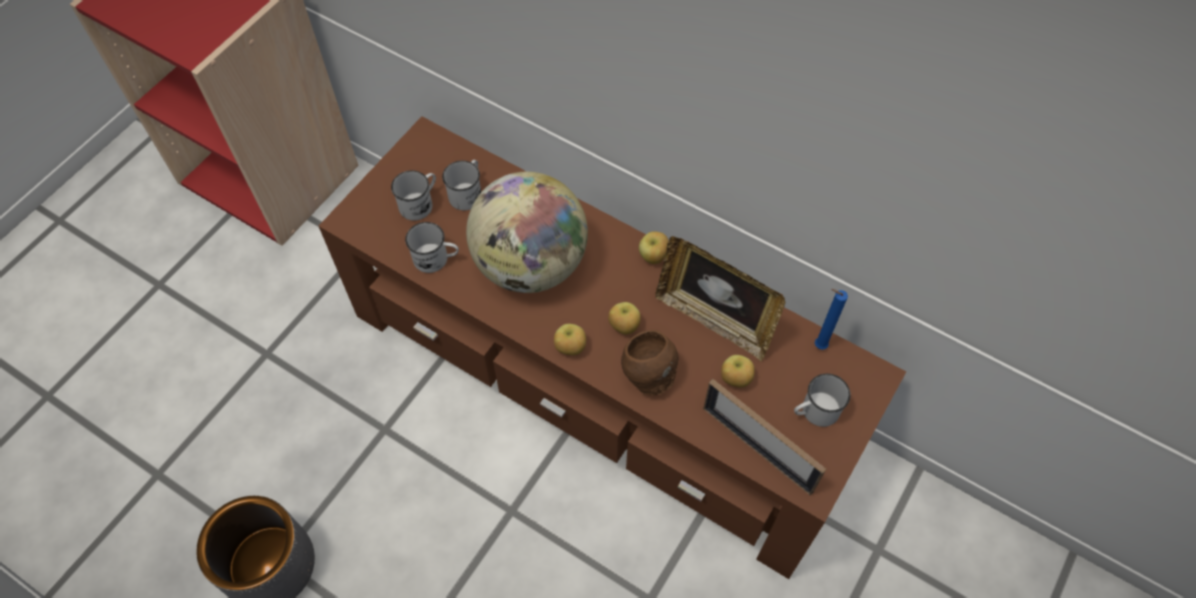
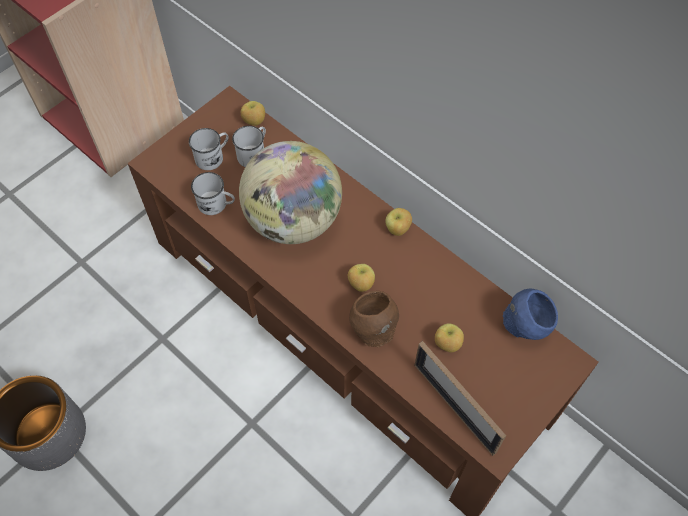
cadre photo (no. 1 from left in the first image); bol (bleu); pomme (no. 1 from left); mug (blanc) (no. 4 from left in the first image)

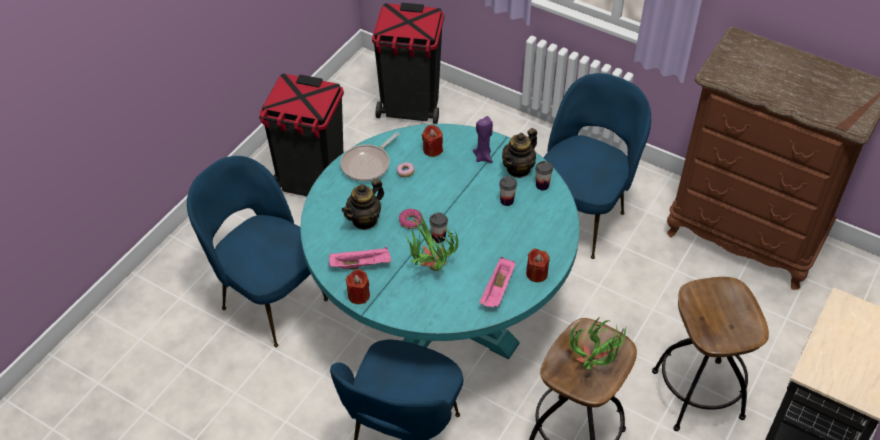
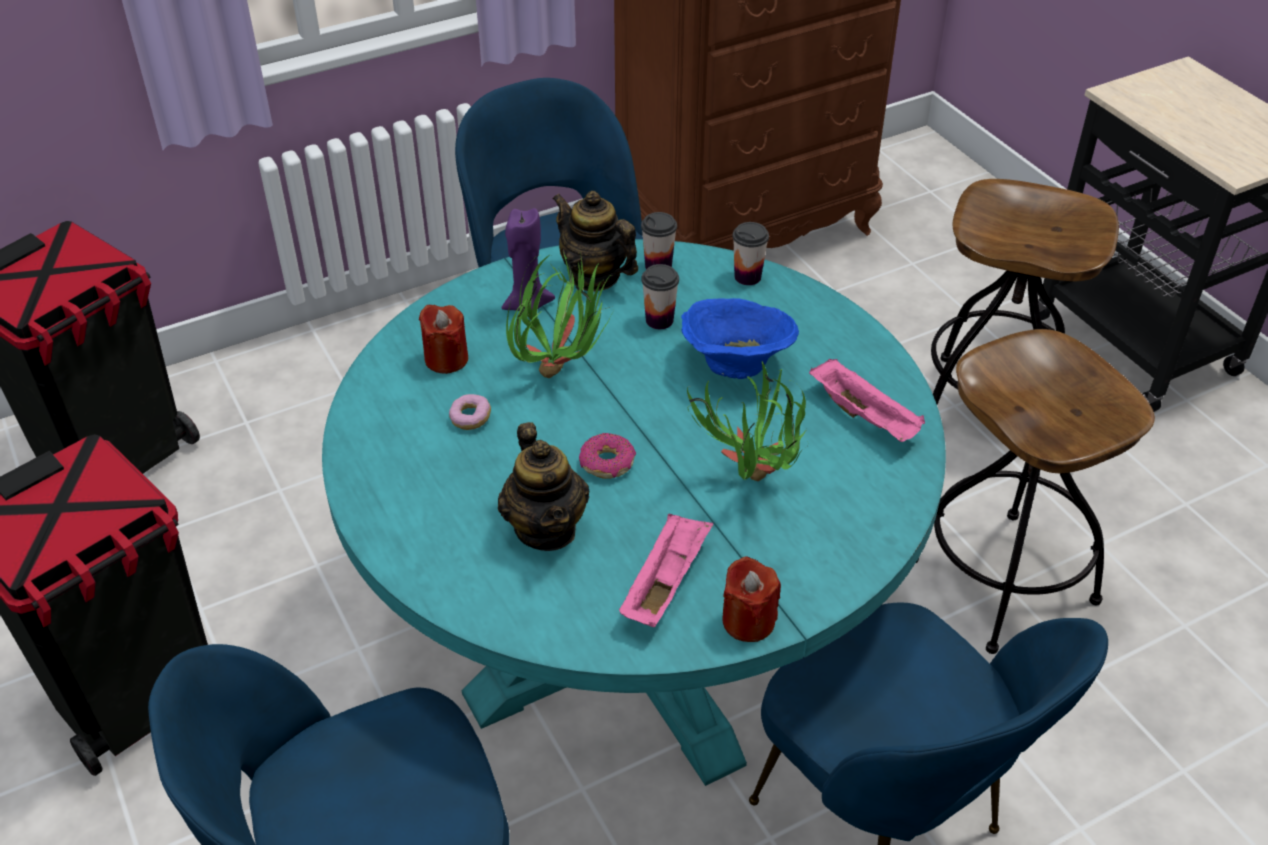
théière (no. 2 from left); poêle; tasse (no. 3 from left); bougie (rouge) (no. 3 from left in the first image); plante en pot (no. 1 from left); bol (bleu)

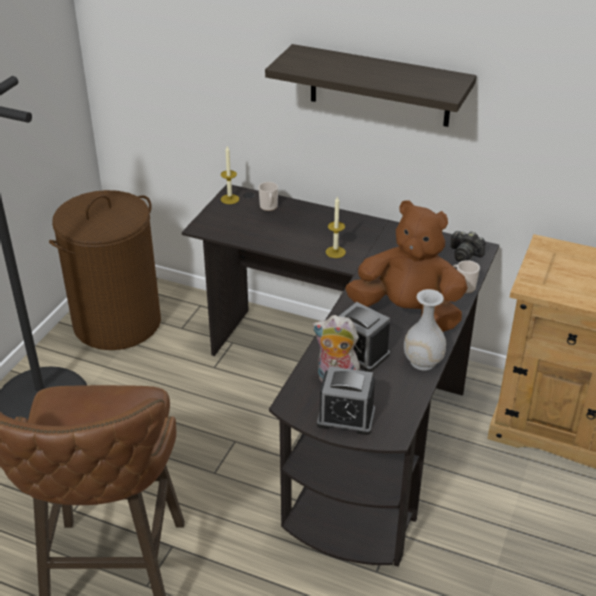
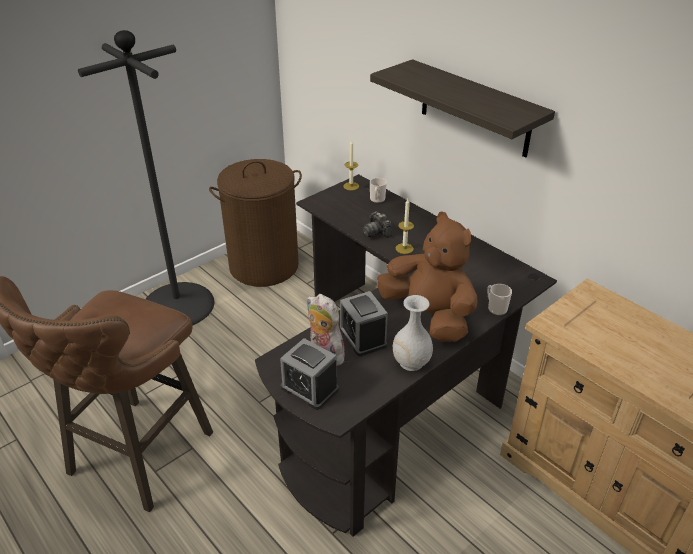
appareil photo

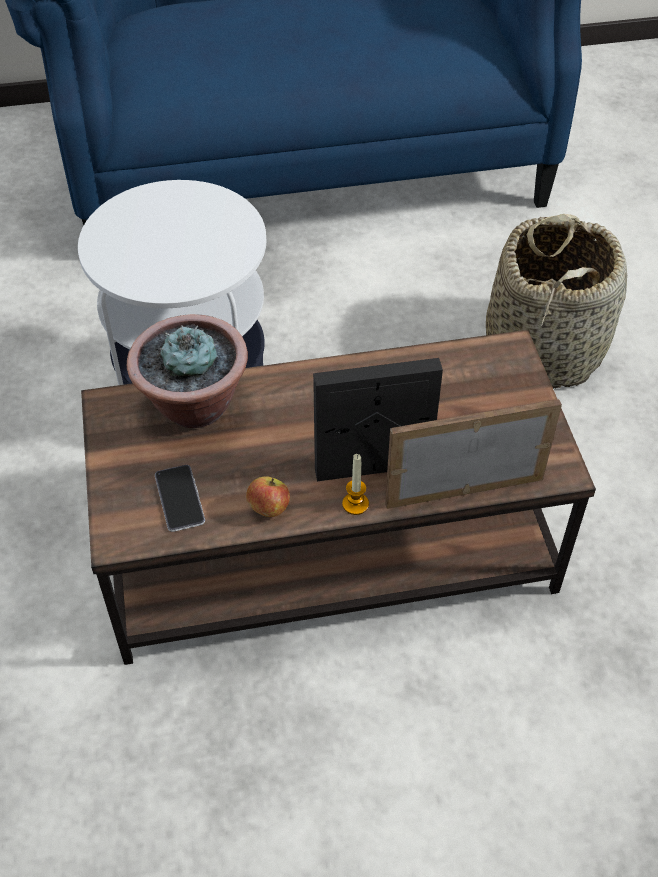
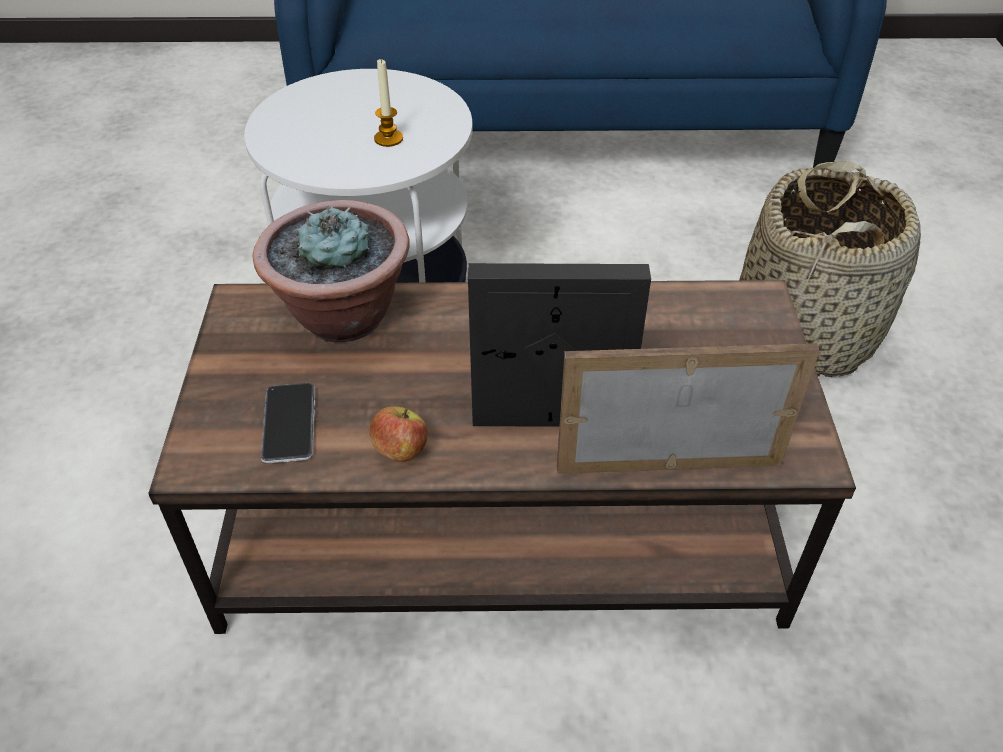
bougie

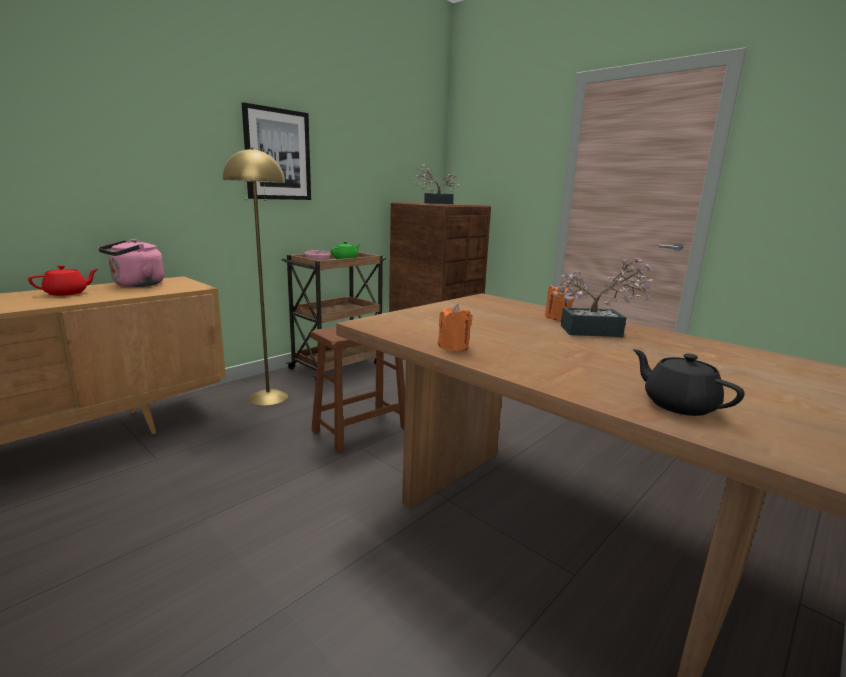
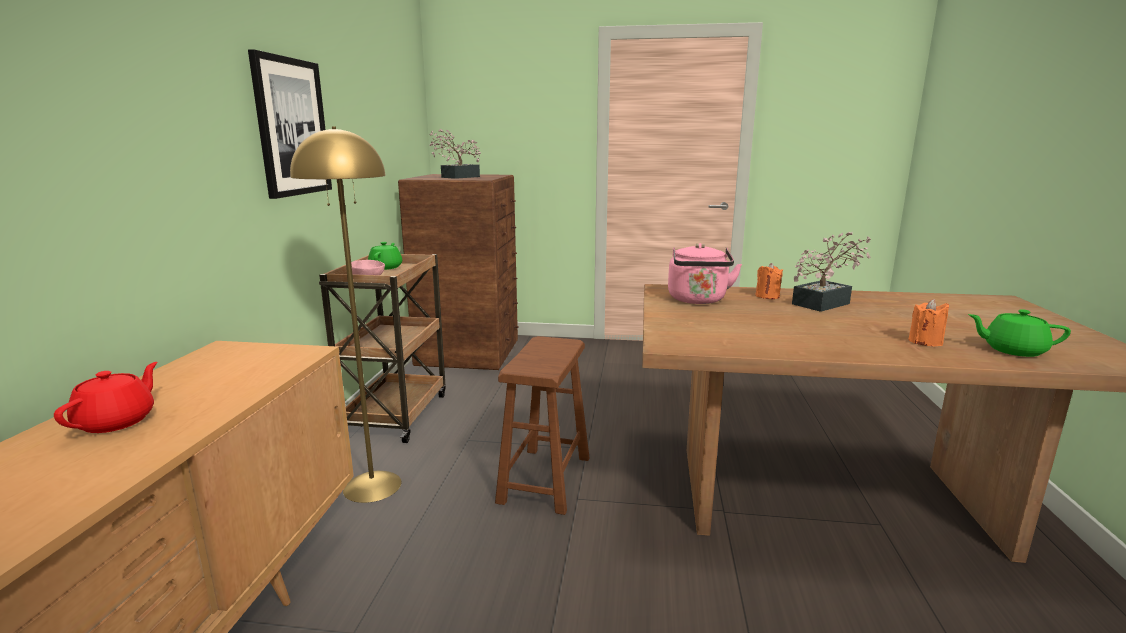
bouilloire (rose); bougie (orange) (no. 2 from left); théière (vert) (no. 2 from left)

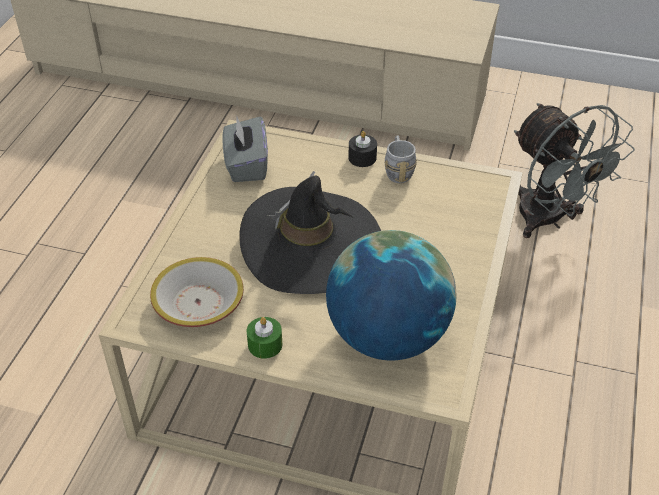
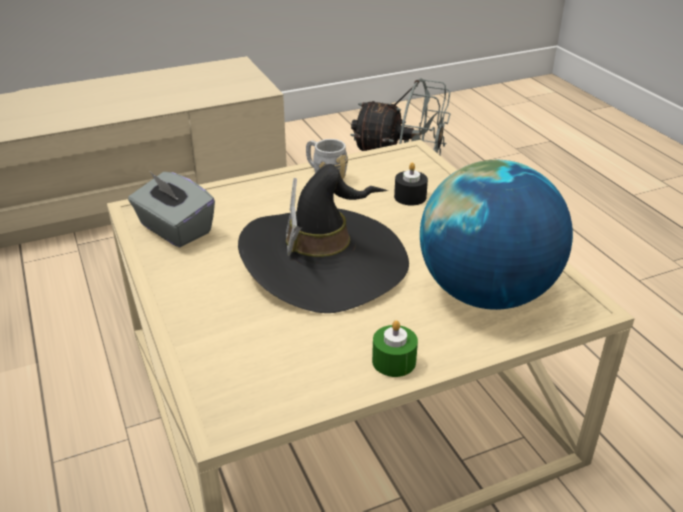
bougie (noir); bol

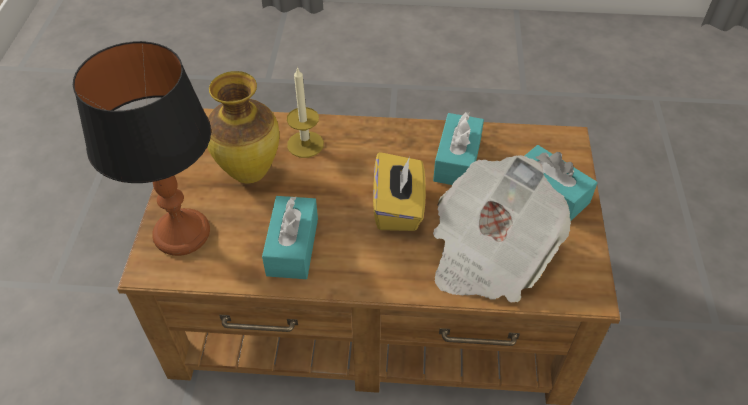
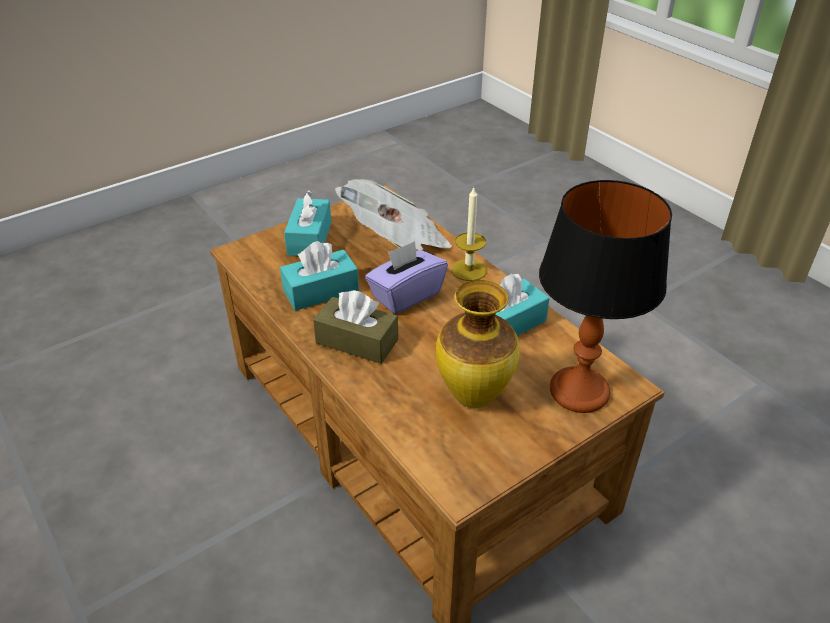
bougie; boîte à mouchoirs (violet); boîte à mouchoirs (marron)

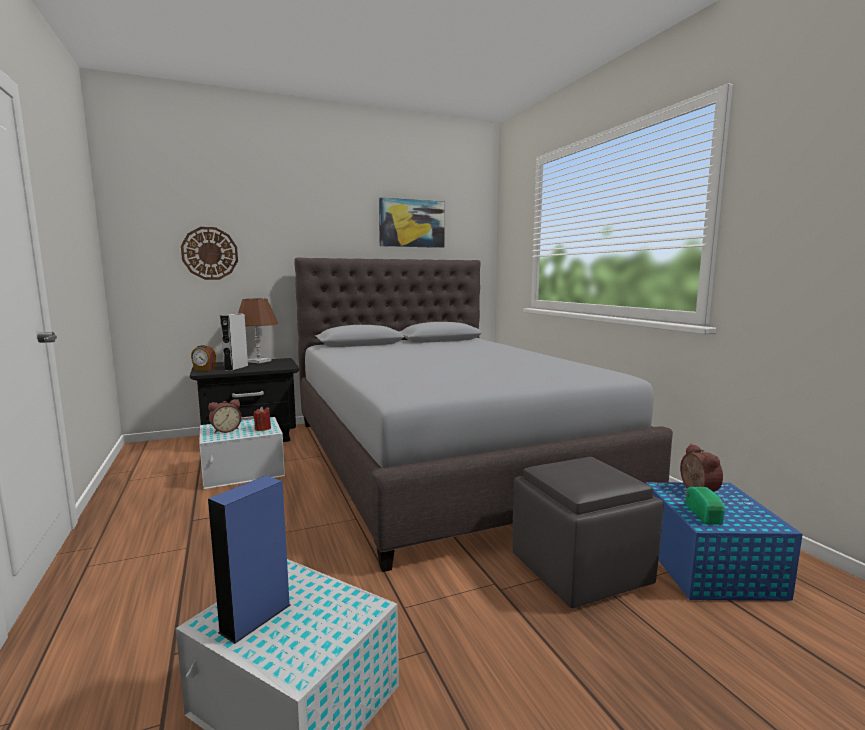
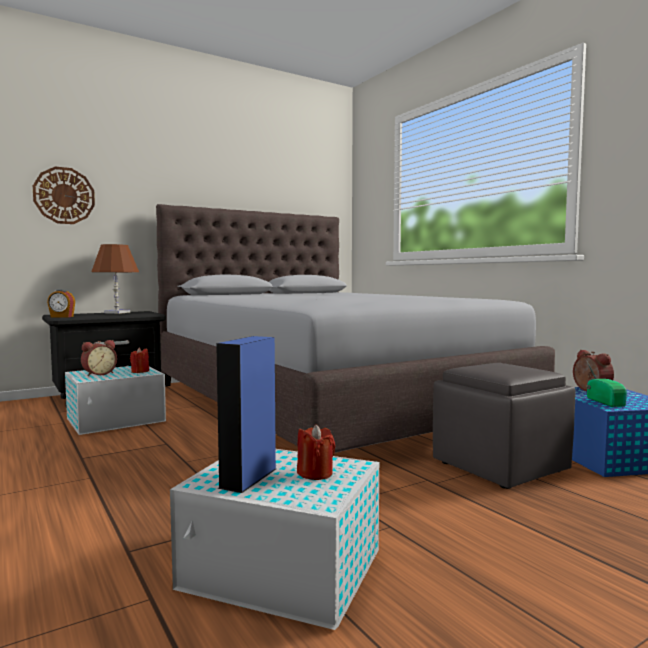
tableau; enceinte (gris); bougie (rouge) (no. 2 from left)

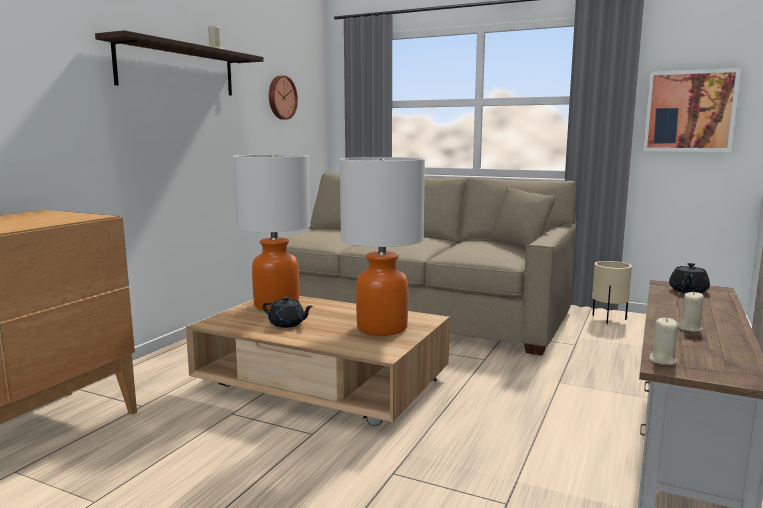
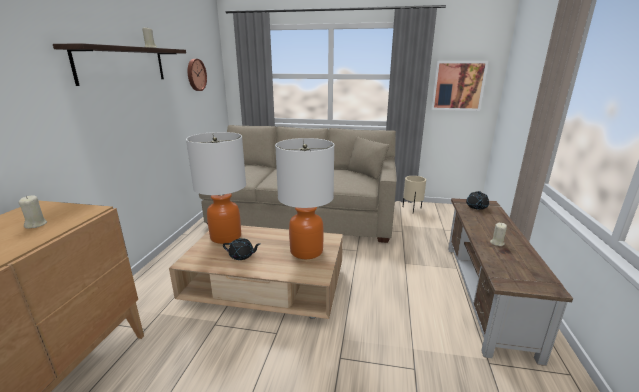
bougie (beige) (no. 1 from left)

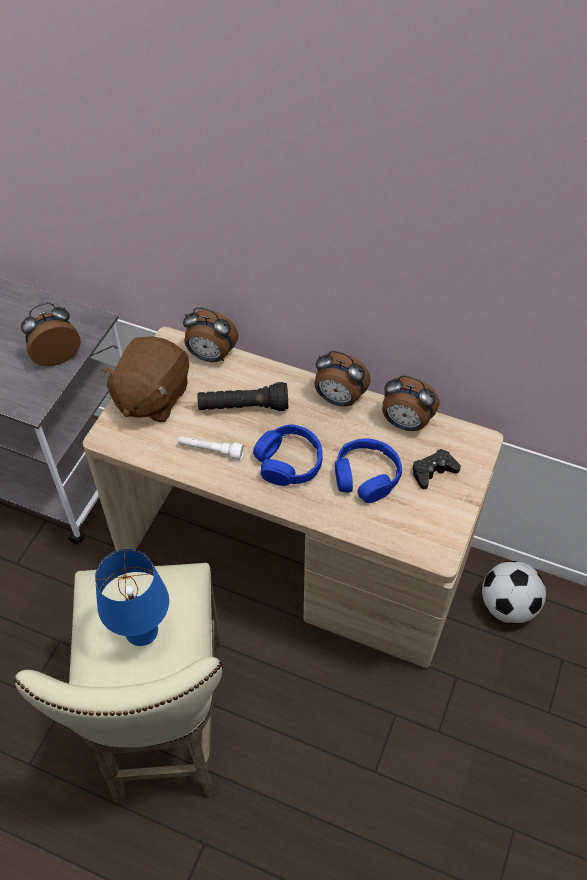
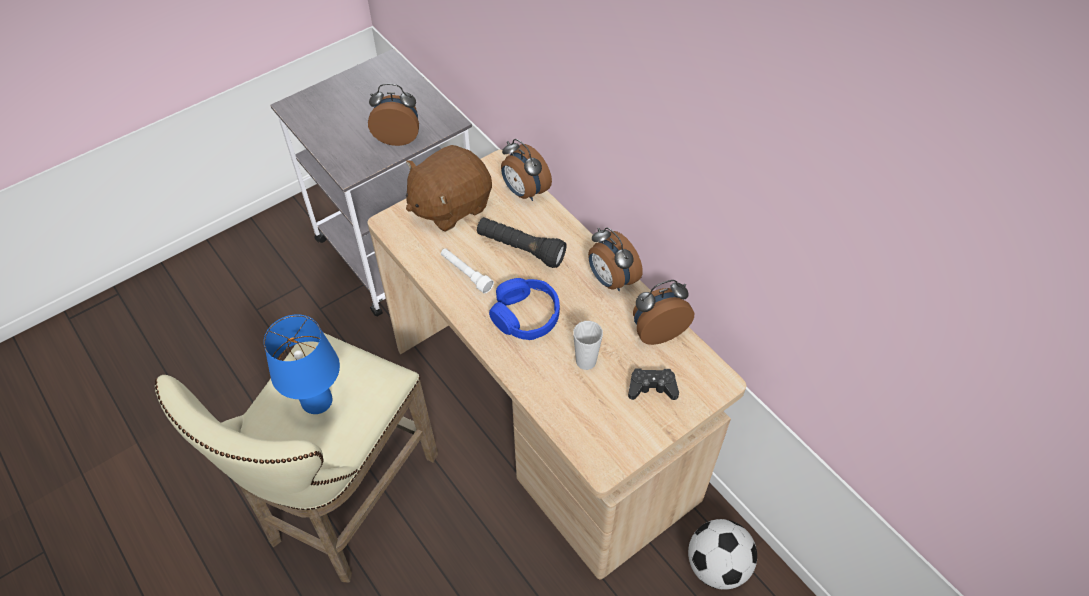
réveil (no. 4 from left); tasse

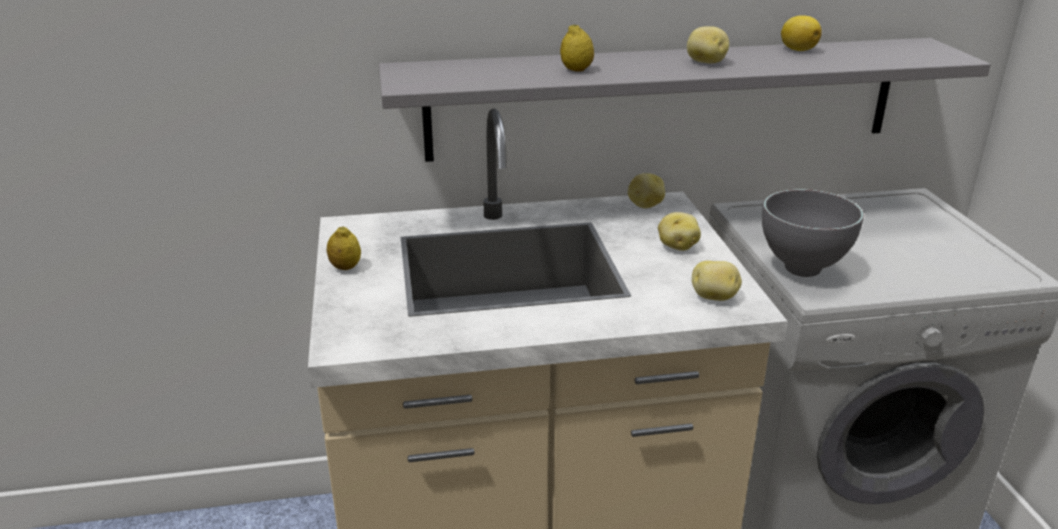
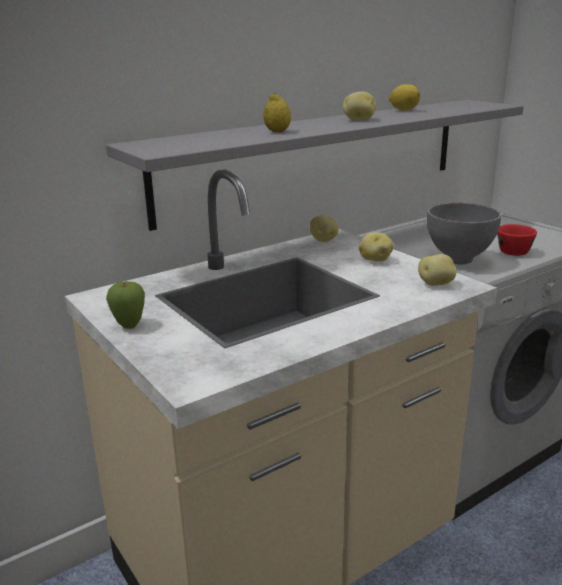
pomme; tasse (rouge)

